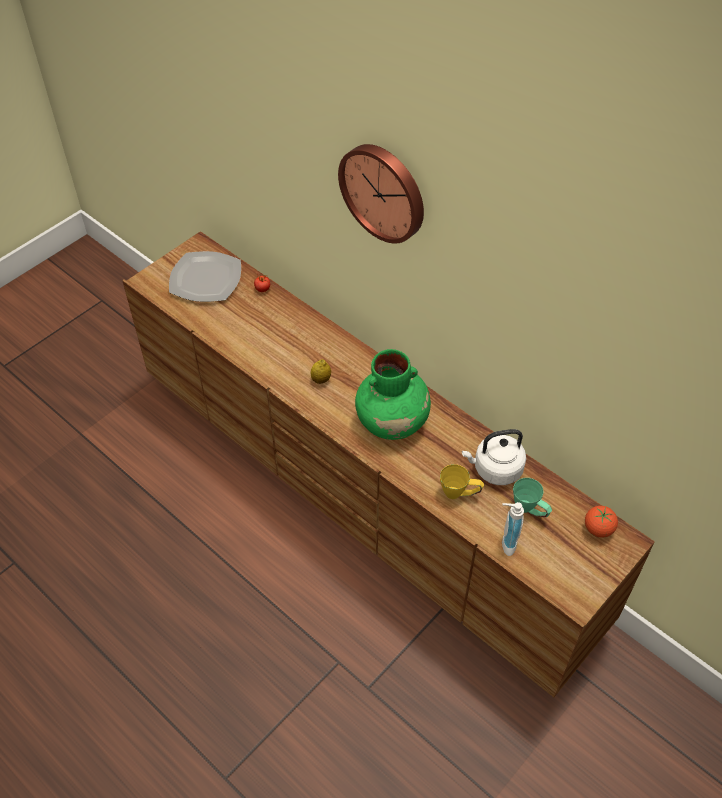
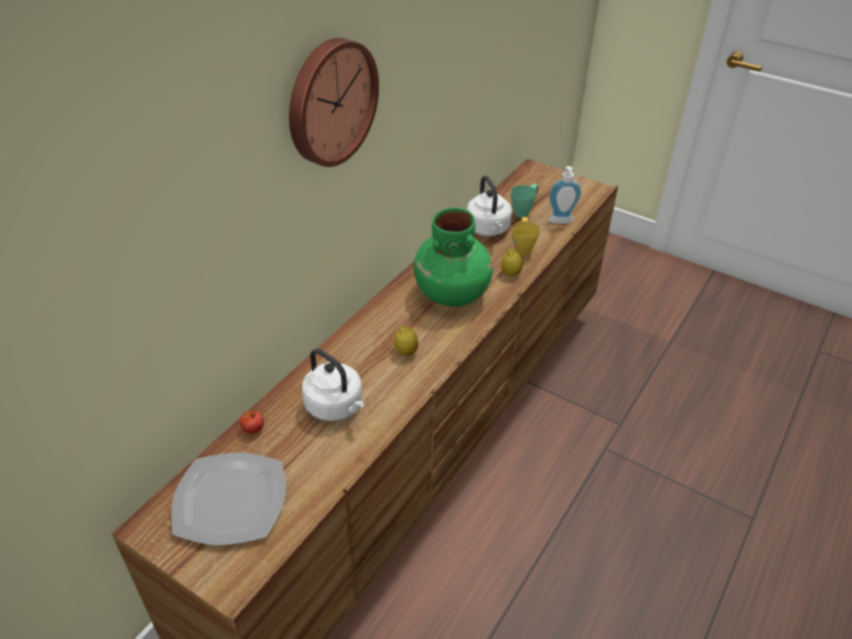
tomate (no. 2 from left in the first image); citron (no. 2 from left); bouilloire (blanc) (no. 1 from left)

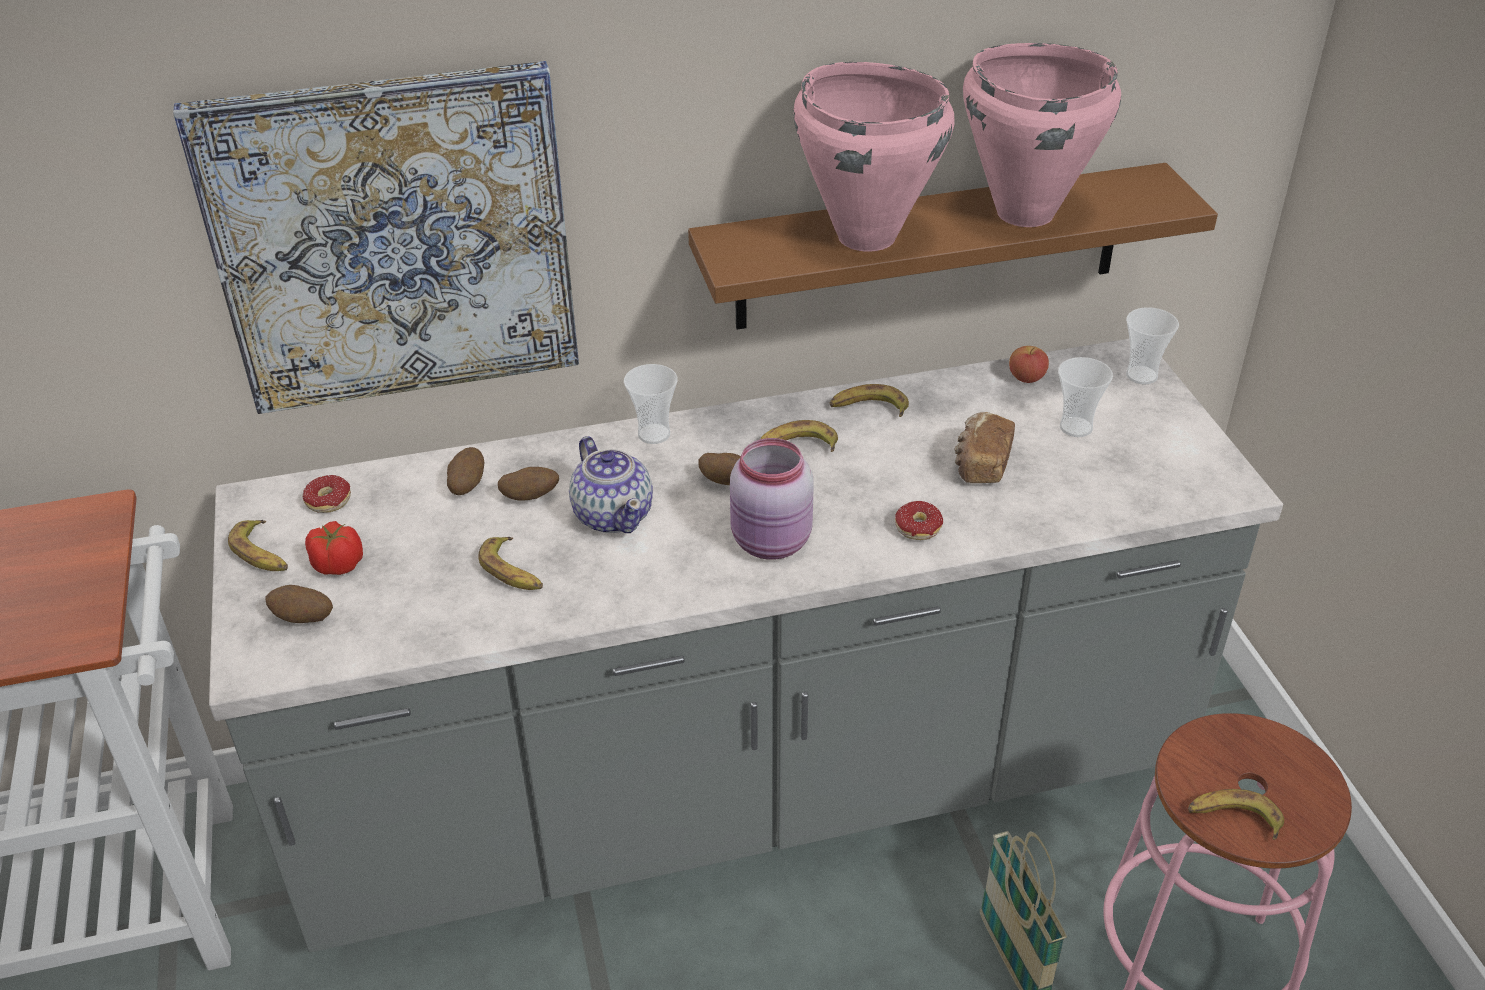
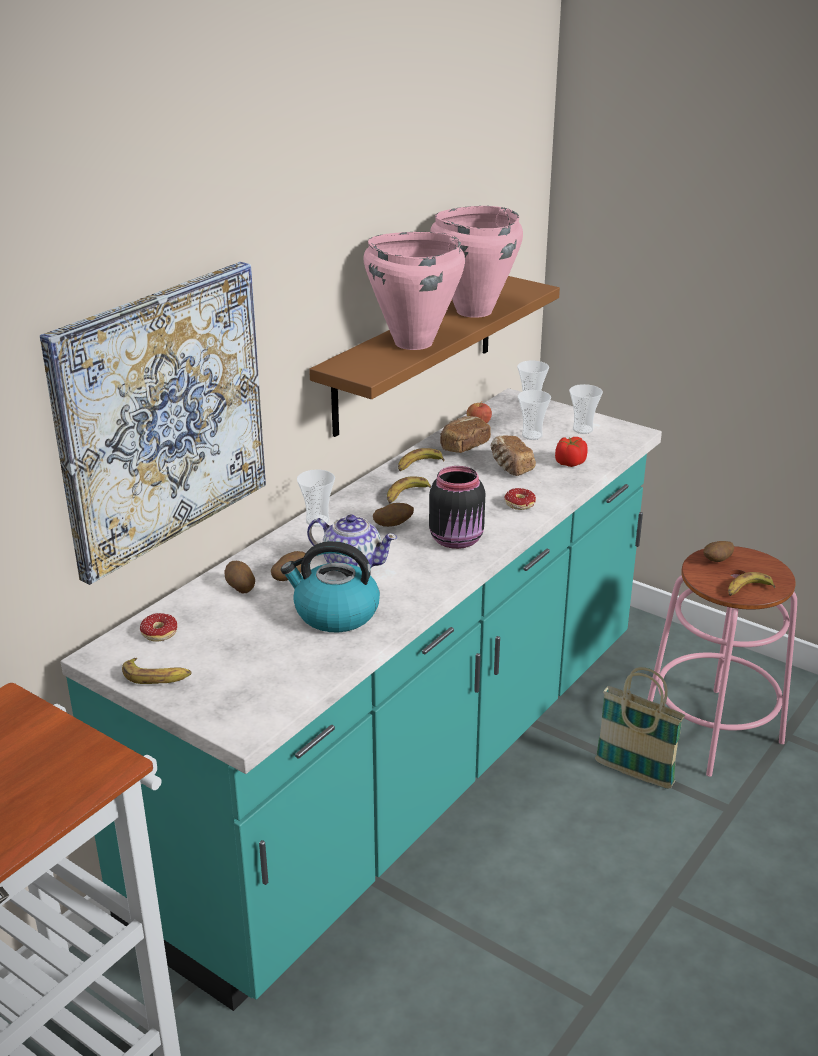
comptoir de cuisine (turquoise); bocal (noir); tomate; bouilloire; pomme de terre (no. 4 from left); tasse (no. 4 from left); pain (no. 1 from left)

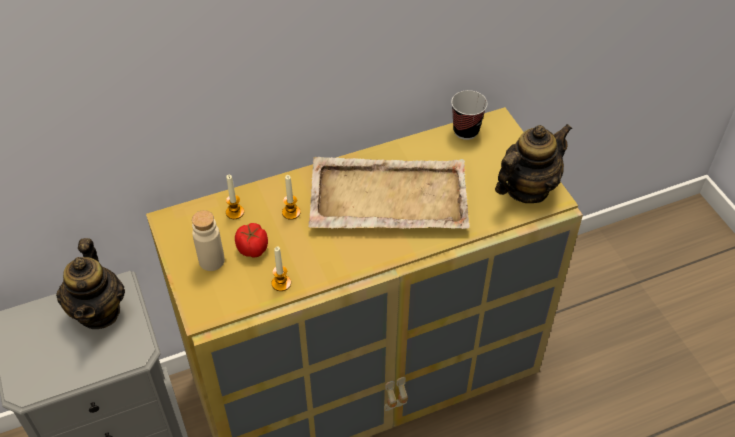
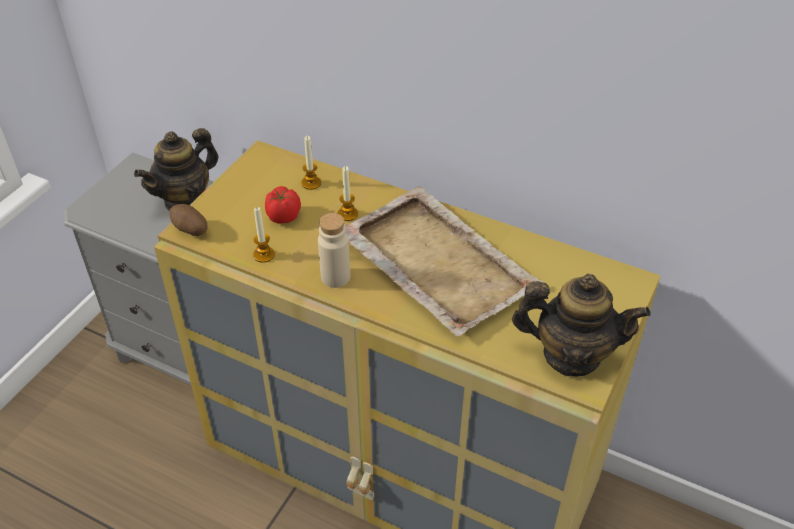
tasse; bouteille (beige); pomme de terre

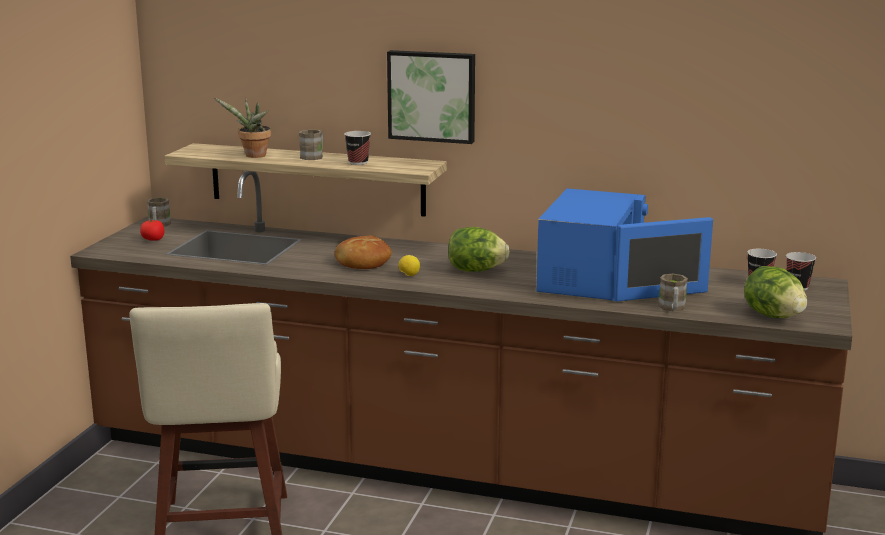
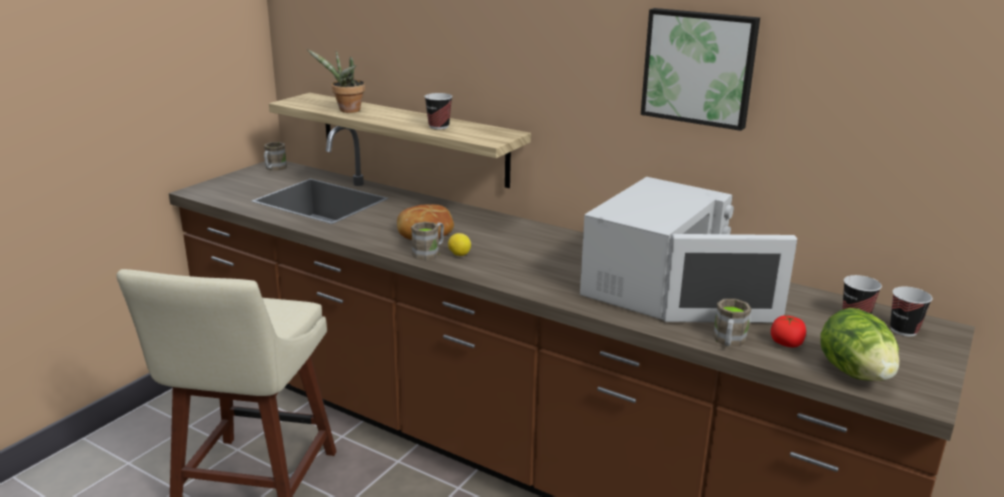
tableau; mug (marron) (no. 2 from left); micro-ondes (blanc); tomate; laitue (no. 1 from left in the first image)

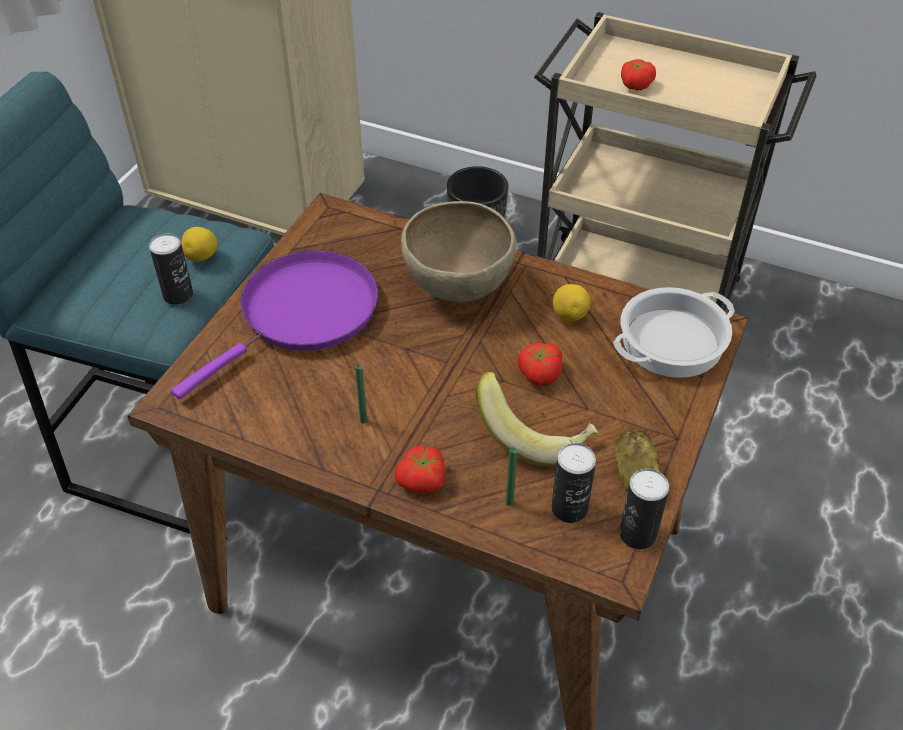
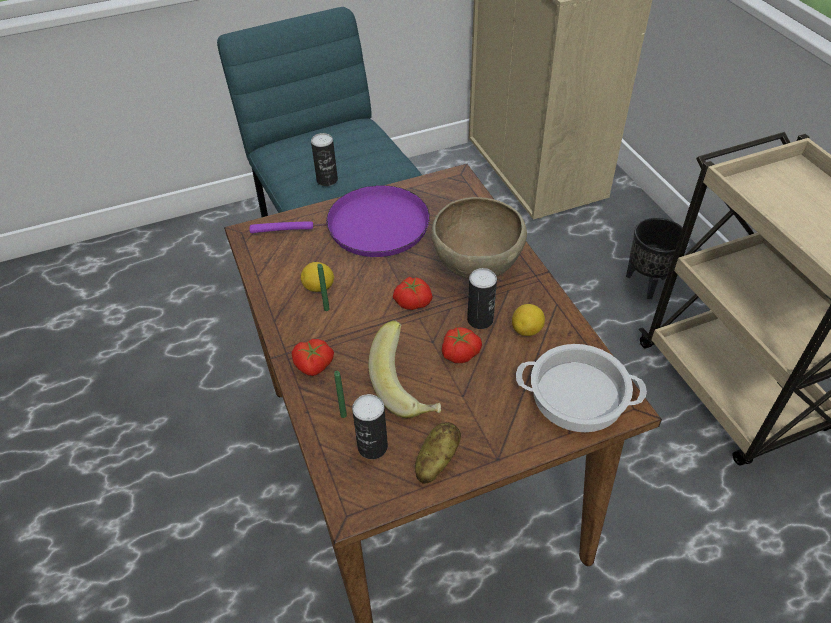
tomate (no. 2 from left); citron (no. 1 from left); boîte métallique (no. 3 from left)

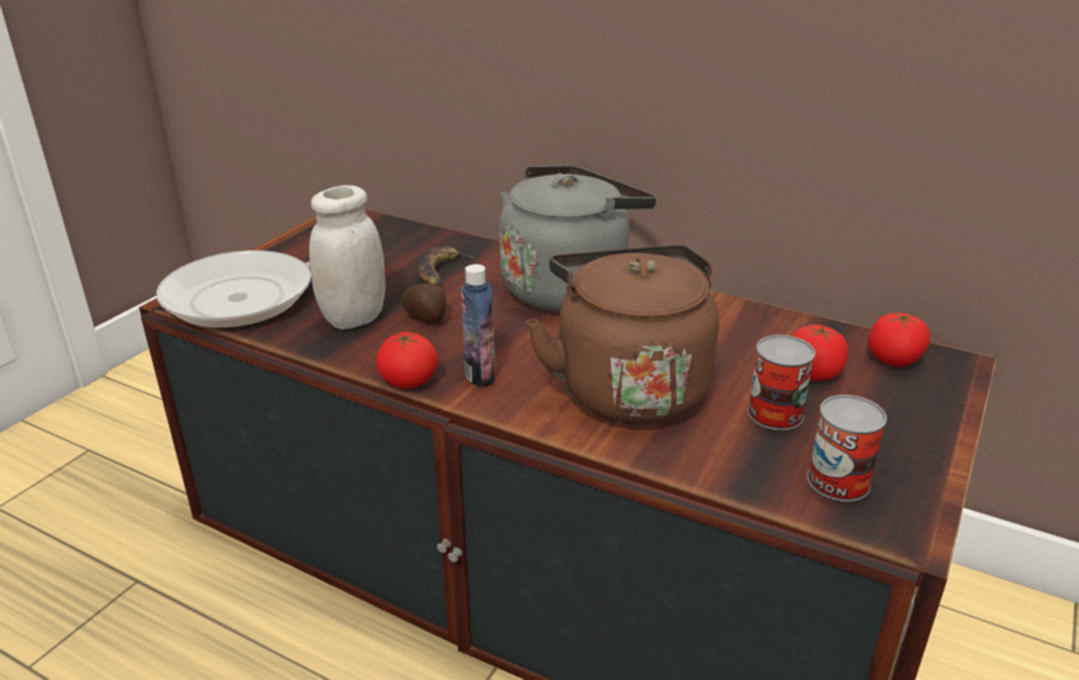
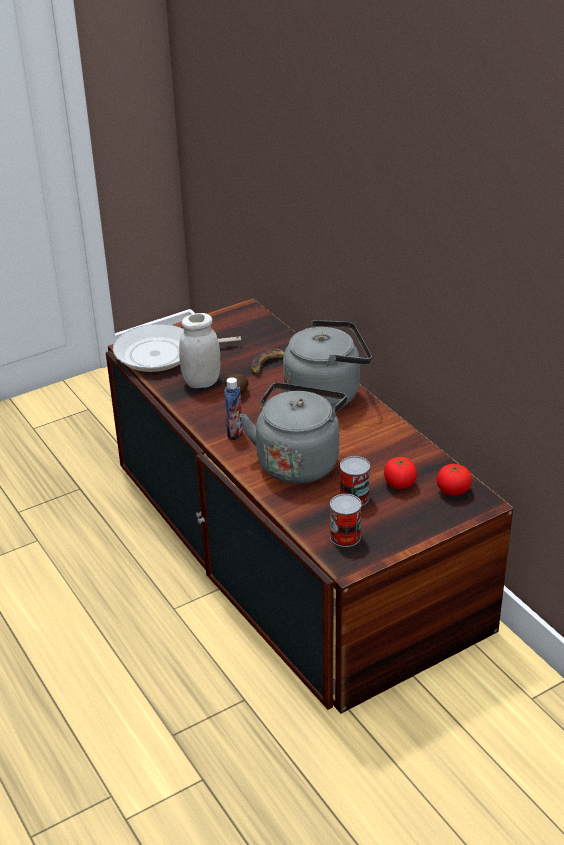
bouilloire (gris) (no. 1 from left); tomate (no. 1 from left in the first image)

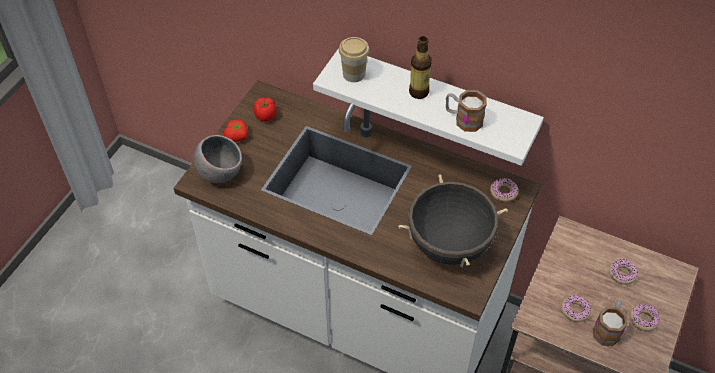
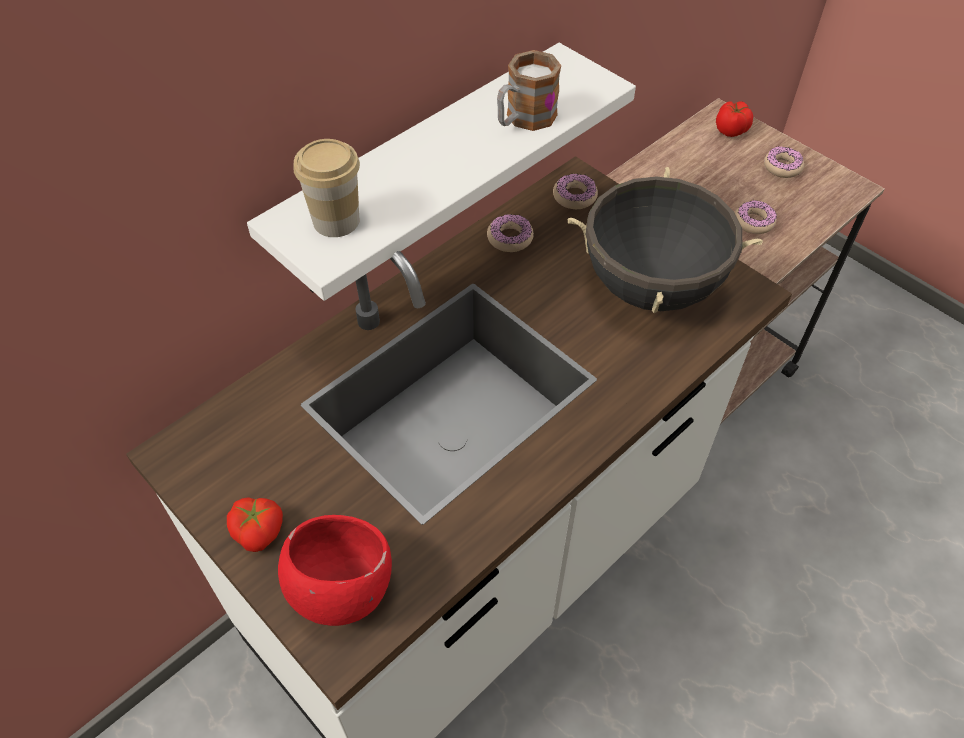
bouteille; tomate (no. 2 from left); bol (rouge); beignet (no. 1 from left); mug (no. 2 from left in the first image)

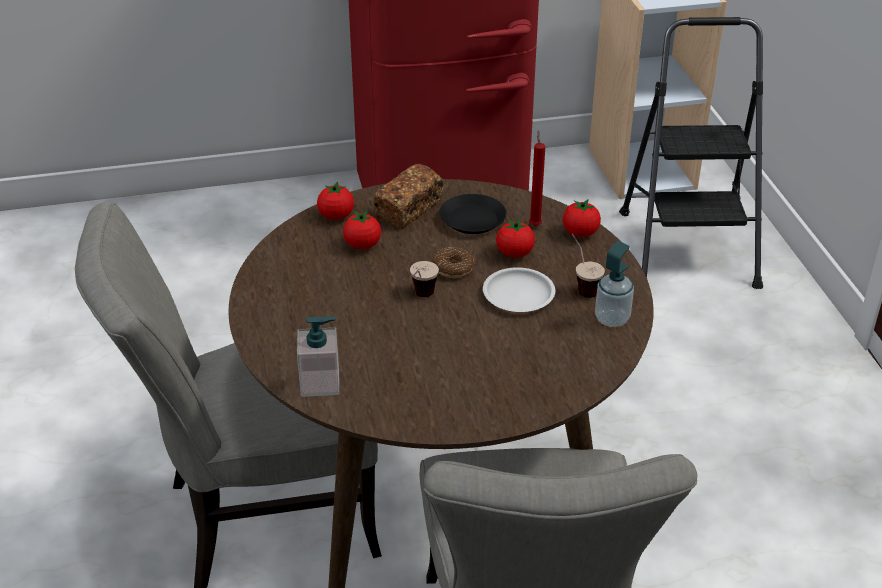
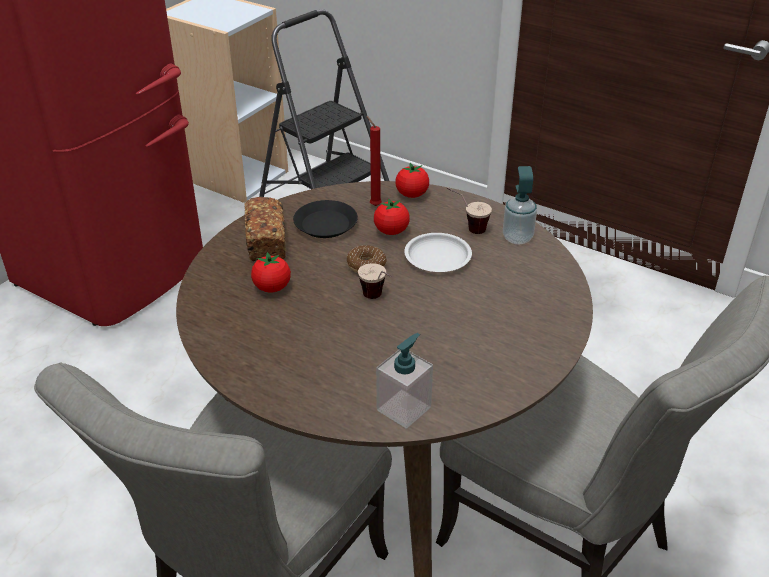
tomate (no. 1 from left in the first image)

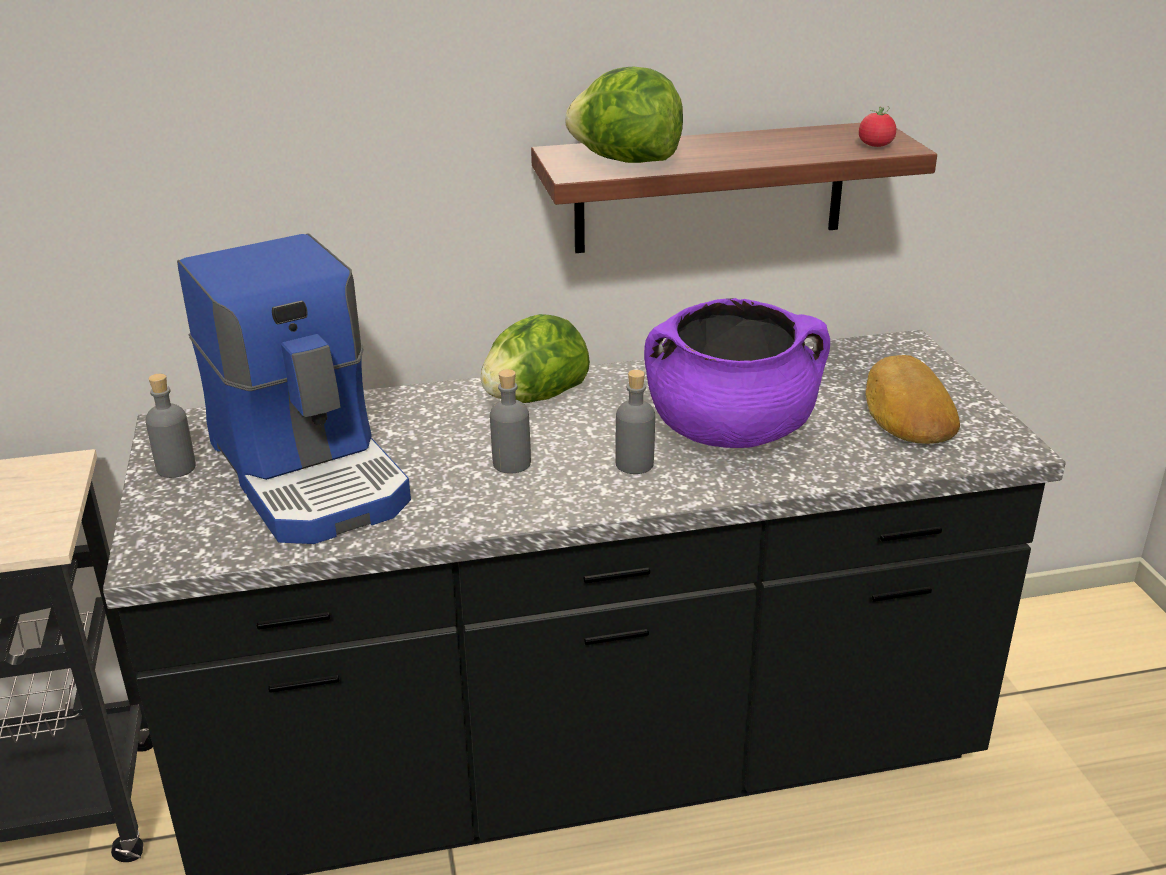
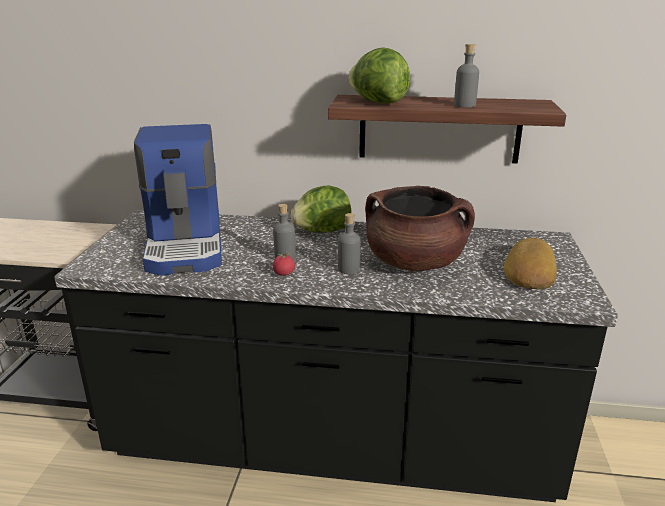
tomate; marmite (marron); bouteille (gris) (no. 3 from left)

